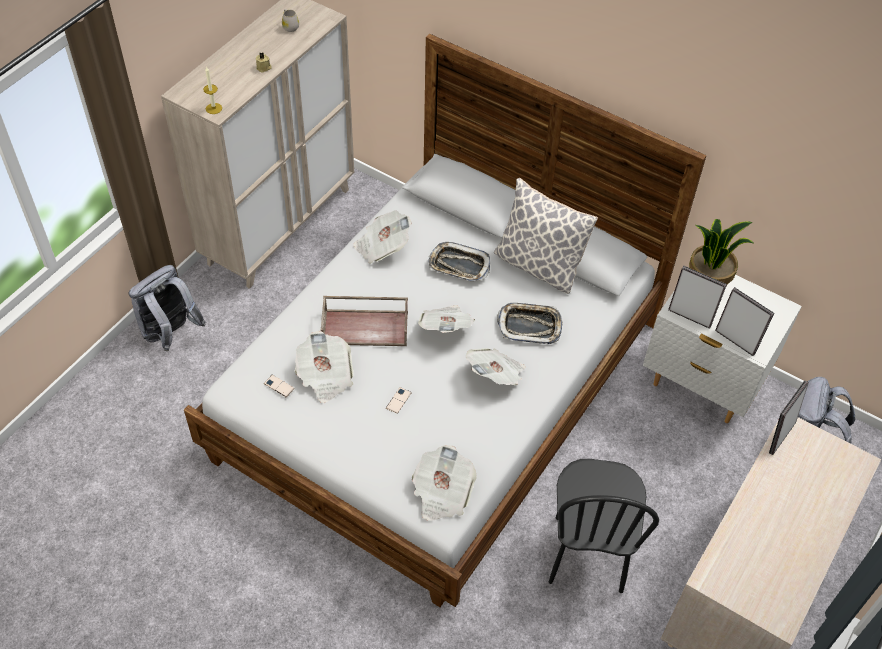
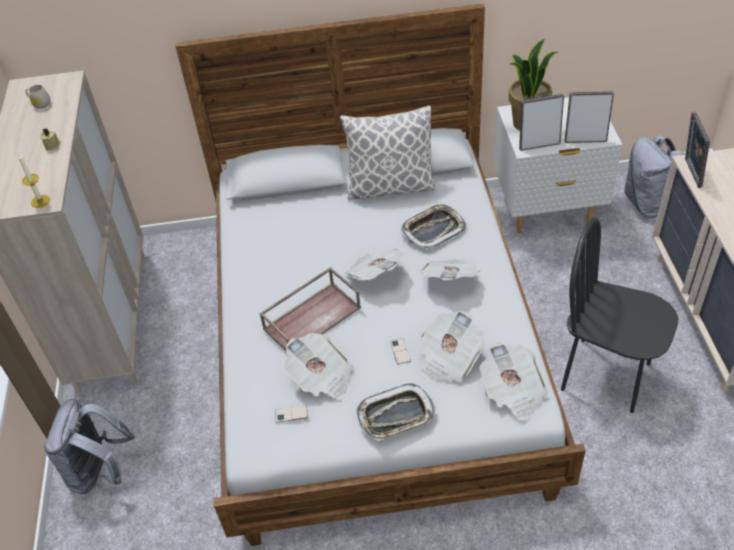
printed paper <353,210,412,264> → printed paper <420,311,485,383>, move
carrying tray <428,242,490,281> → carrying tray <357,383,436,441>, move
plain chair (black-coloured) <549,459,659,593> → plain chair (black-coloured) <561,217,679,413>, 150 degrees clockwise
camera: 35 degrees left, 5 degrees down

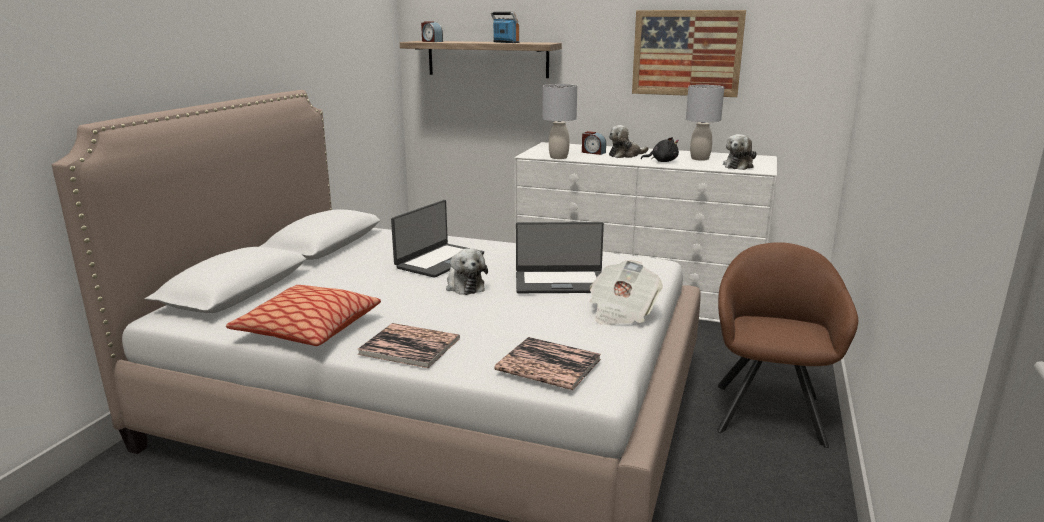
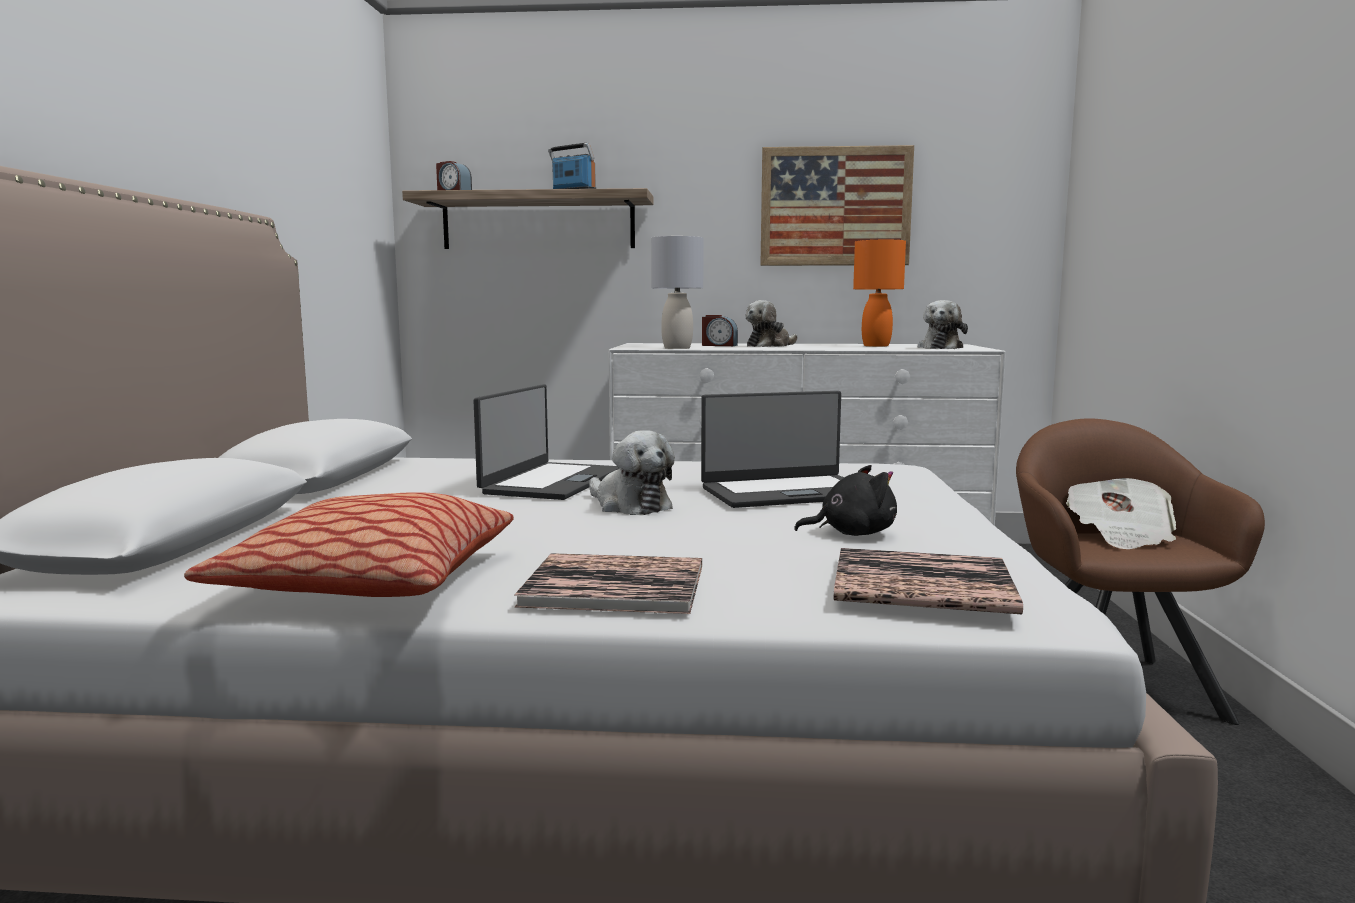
printed paper <590,260,663,325> → printed paper <1066,478,1176,549>, move
cuddly toy (black-coloured) <641,137,679,162> → cuddly toy (black-coloured) <794,465,897,536>, move
lamp for a table (gray) <686,85,724,161> → lamp for a table (orange) <853,240,906,347>
camera: 15 degrees left, 10 degrees down

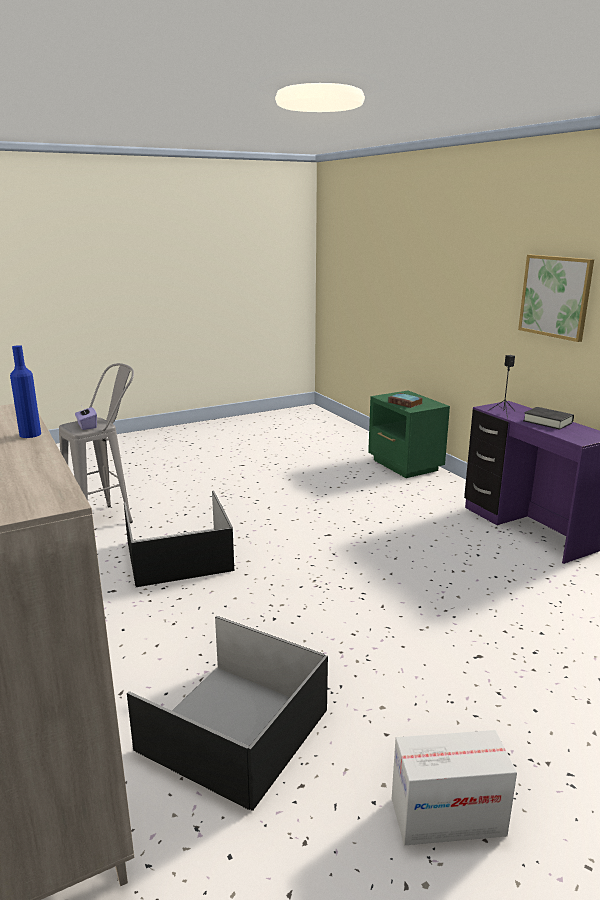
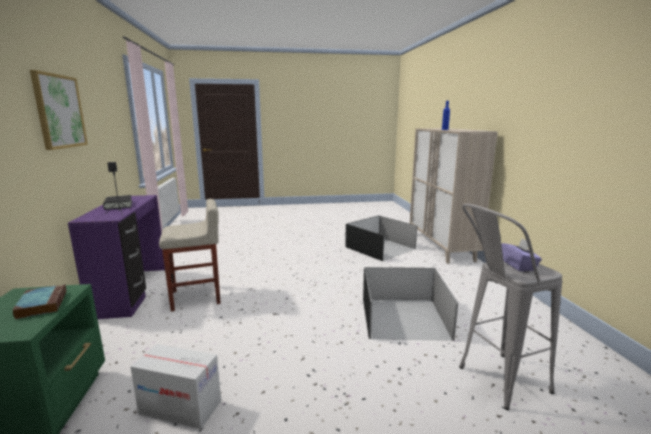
- → stool seat (sand-coloured) <159,199,221,311>
carton <392,730,517,845> → carton <130,344,221,429>, move
camera: 160 degrees left, 5 degrees down

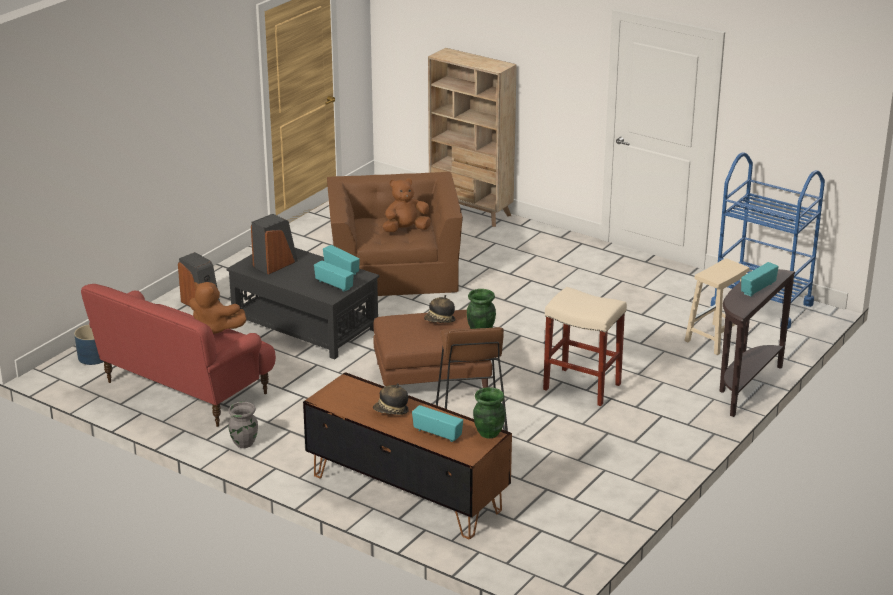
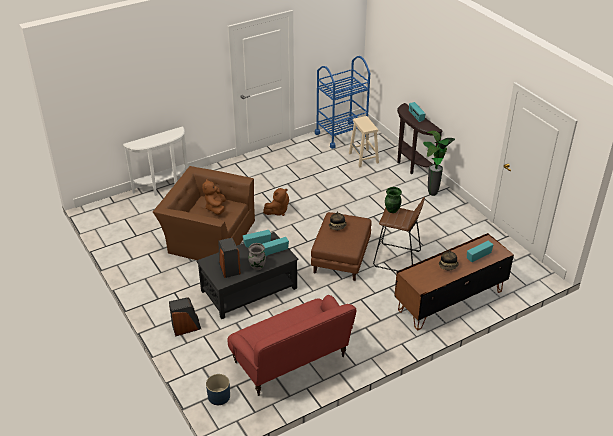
flower vase (green) <473,387,505,439> → -
stool seat (sand-coloured) <543,287,627,406> → -
- → plant in a pot <423,131,455,196>
cuddly toy (brownish) <189,282,247,334> → cuddly toy (brownish) <263,188,289,216>, move
flower vase (gray) <228,402,258,448> → flower vase (gray) <248,243,266,270>, move
shelving unit (sand-coloured) <428,48,517,227> → console table (white) <123,126,188,196>
camera: 65 degrees left, 10 degrees up

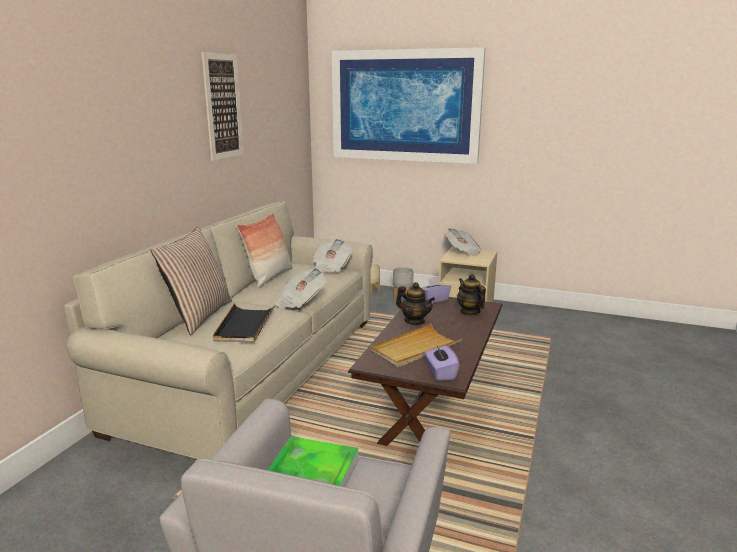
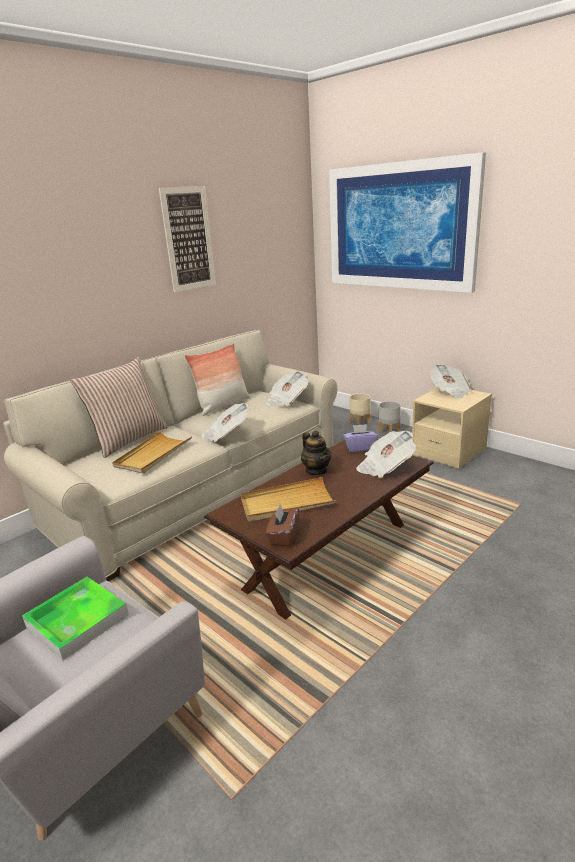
tea pot <457,274,486,315> → printed paper <356,431,416,478>
carrying tray (black-coloured) <213,303,276,342> → carrying tray (sand-coloured) <112,431,192,474>
tissue holder (purple-coloured) <425,345,459,381> → tissue holder (brownish) <266,505,299,546>
camera: 25 degrees right, 5 degrees up

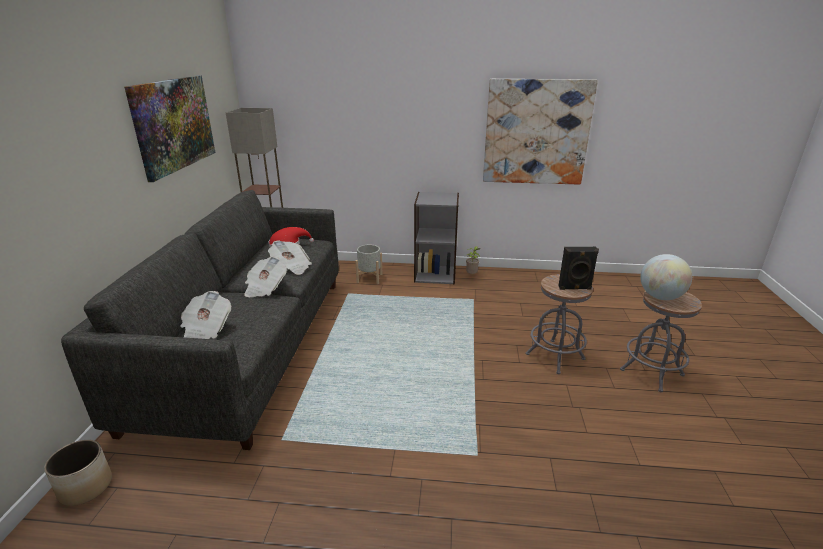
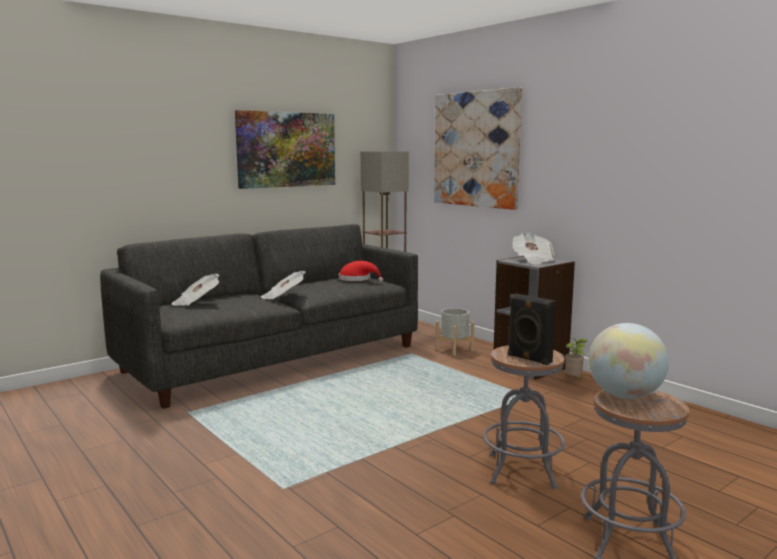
plant pot <44,440,112,506> → -
printed paper <268,240,312,275> → printed paper <512,233,554,264>, move
wall picture <483,79,598,185> → wall picture <434,87,522,210>, move
camera: 45 degrees right, 15 degrees down

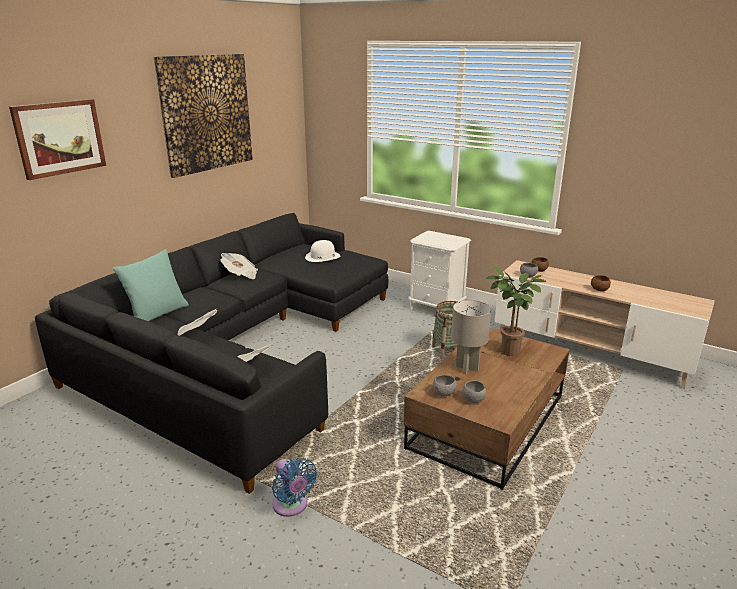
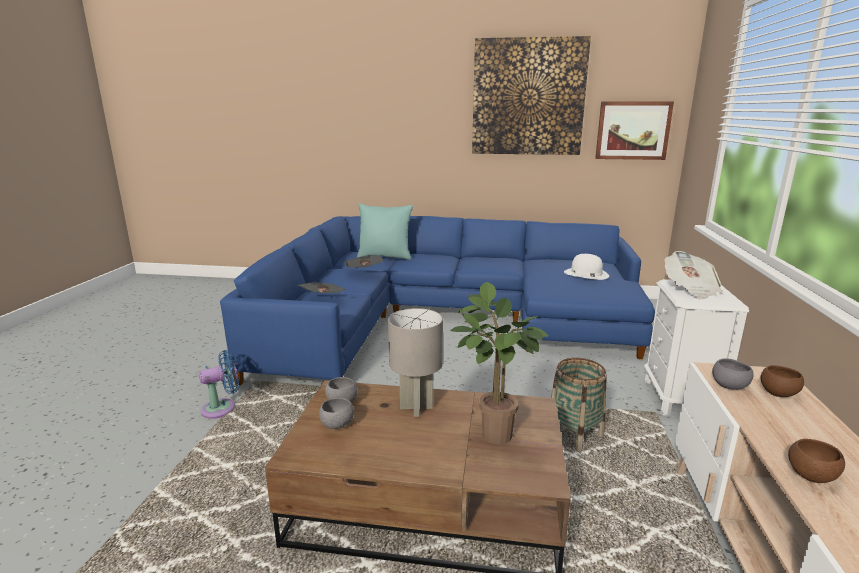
wall picture <9,99,106,180> → wall picture <595,101,674,160>, move
printed paper <220,253,258,279> → printed paper <664,251,723,299>, move
sofa (black-coloured) <35,213,388,494> → sofa (blue) <220,216,655,386>
cooling fan (blue) <272,458,317,517> → cooling fan (blue) <199,350,239,419>, 150 degrees counterclockwise
camera: 65 degrees right, 5 degrees down

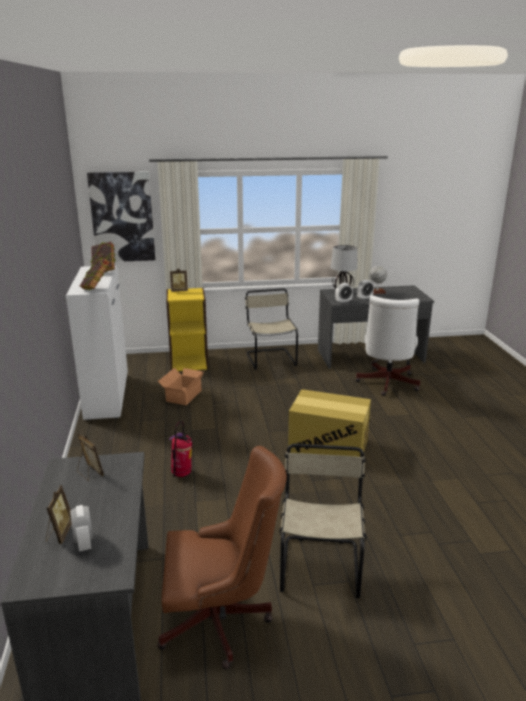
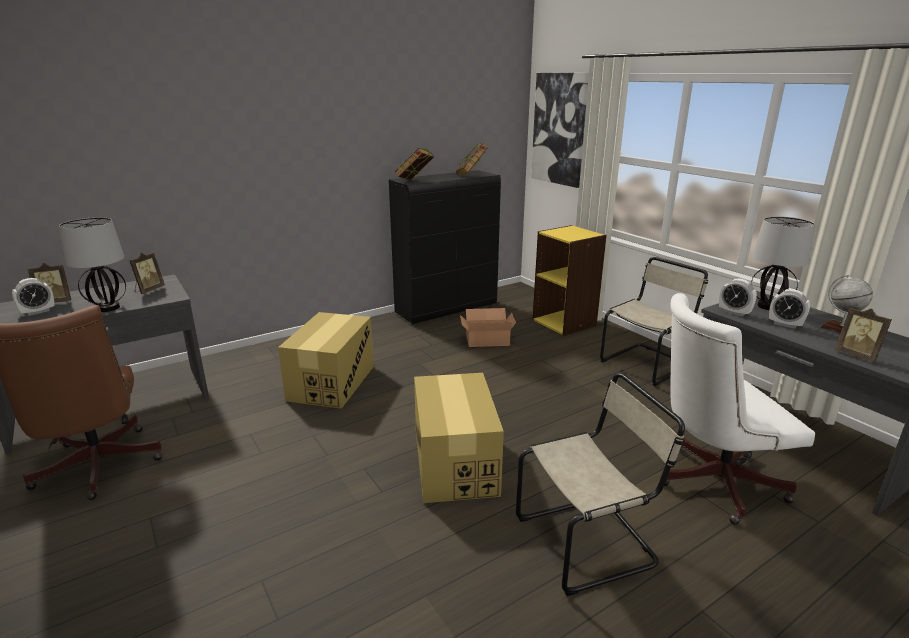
- → lamp for a table <59,217,126,312>
picture frame <170,269,188,292> → picture frame <835,308,892,362>, move
plain chair (sand-coloured) <279,444,366,598> → plain chair (sand-coloured) <516,373,685,596>, move
extinguisher <169,421,192,477> → carton <278,312,374,409>
cabinet (white) <66,266,128,420> → cabinet (black-coloured) <389,170,501,325>
camera: 65 degrees right, 0 degrees up

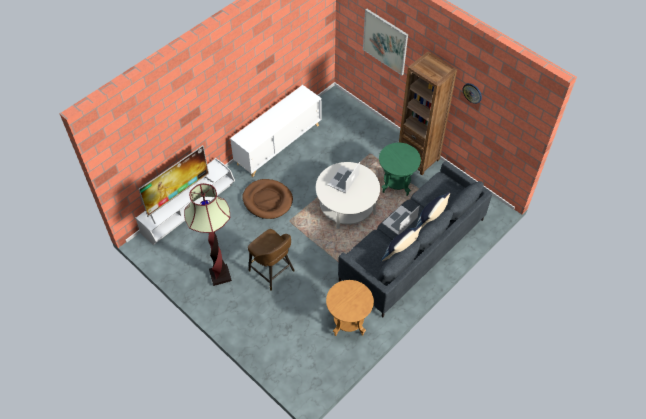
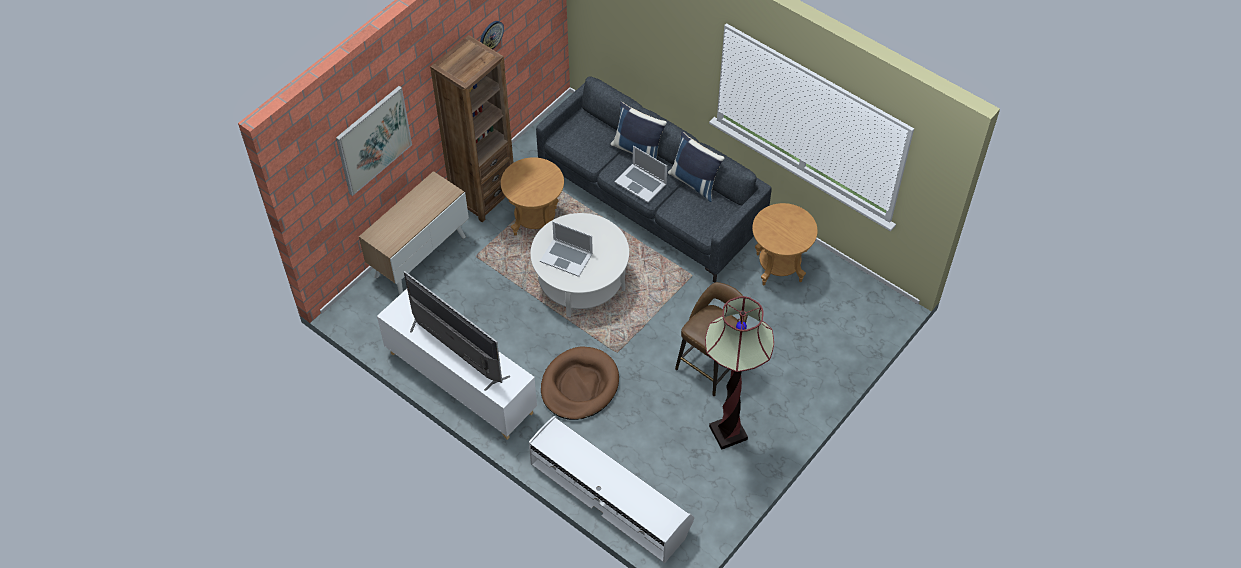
- → cabinet <359,171,469,295>
TV <139,145,213,224> → TV <404,271,511,391>, move
end table (green) <379,143,421,196> → end table (brownish) <501,157,564,235>
camera: 95 degrees left, 0 degrees up

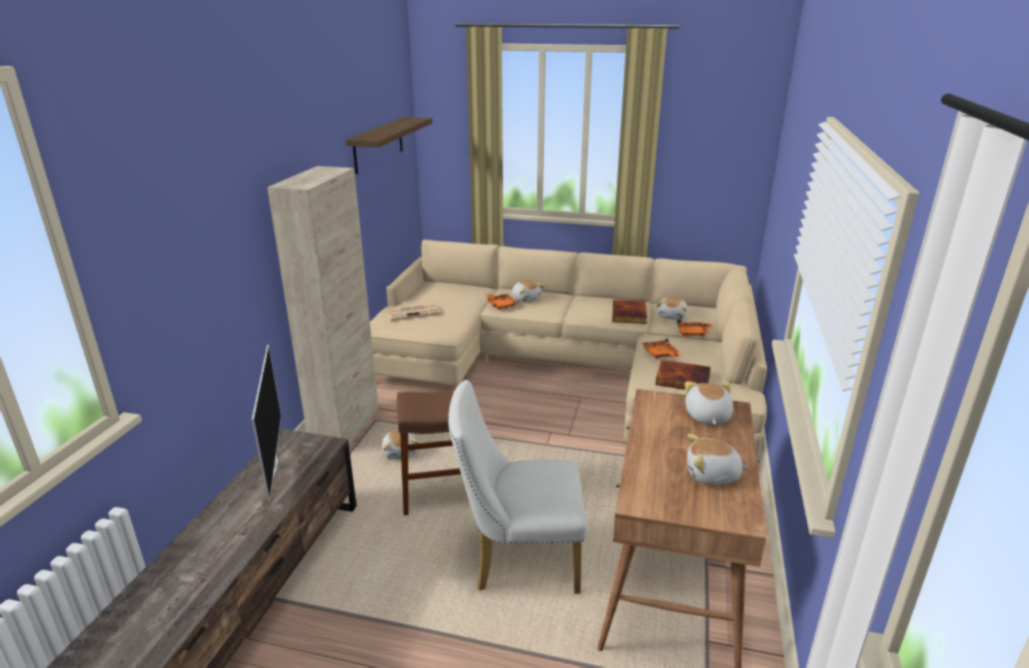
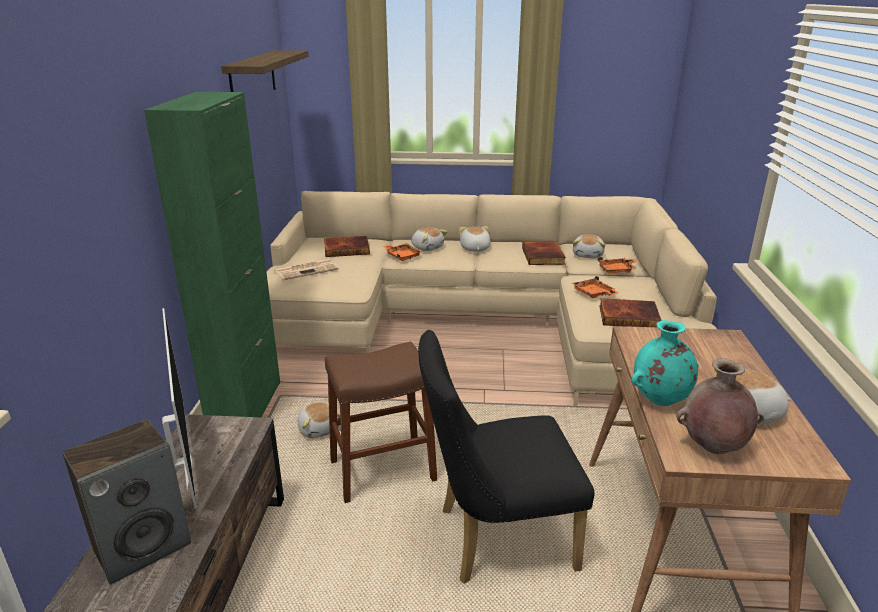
- → loudspeaker <63,419,191,585>
- → book <324,236,370,257>
- → flower vase (turquoise) <631,320,699,406>
- → flower vase (brownish) <676,358,764,454>
cuddly toy <685,381,733,425> → cuddly toy <459,226,491,252>, move
cabinet (sand-coloured) <267,166,379,445> → cabinet (green) <144,92,280,417>
plain chair (white) <448,380,587,594> → plain chair (black-coloured) <418,330,595,584>
camera: 10 degrees left, 0 degrees up

